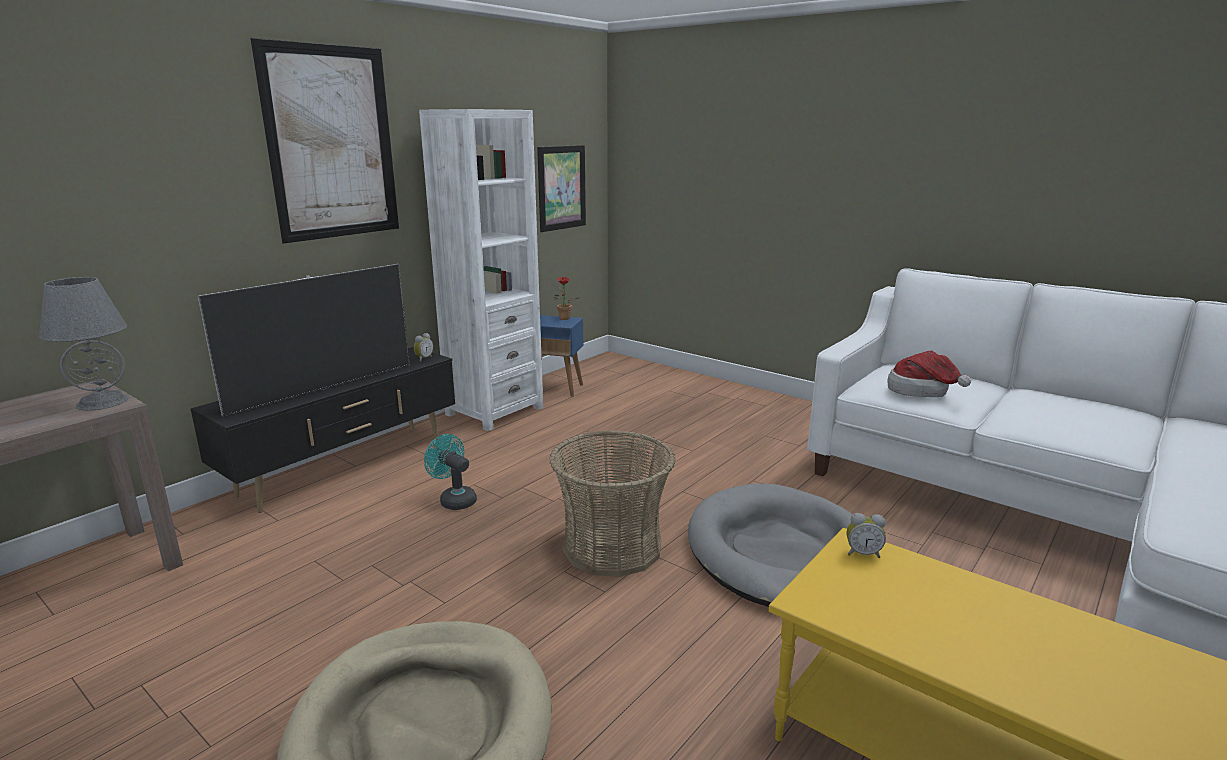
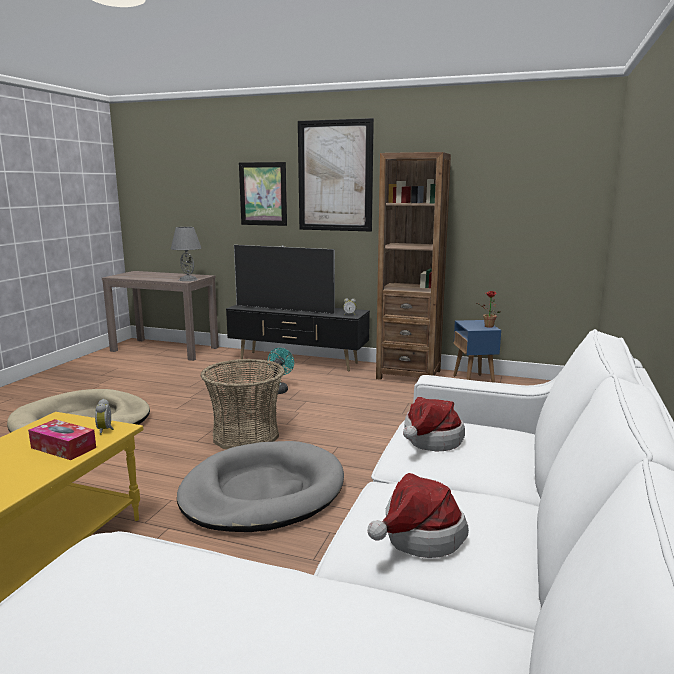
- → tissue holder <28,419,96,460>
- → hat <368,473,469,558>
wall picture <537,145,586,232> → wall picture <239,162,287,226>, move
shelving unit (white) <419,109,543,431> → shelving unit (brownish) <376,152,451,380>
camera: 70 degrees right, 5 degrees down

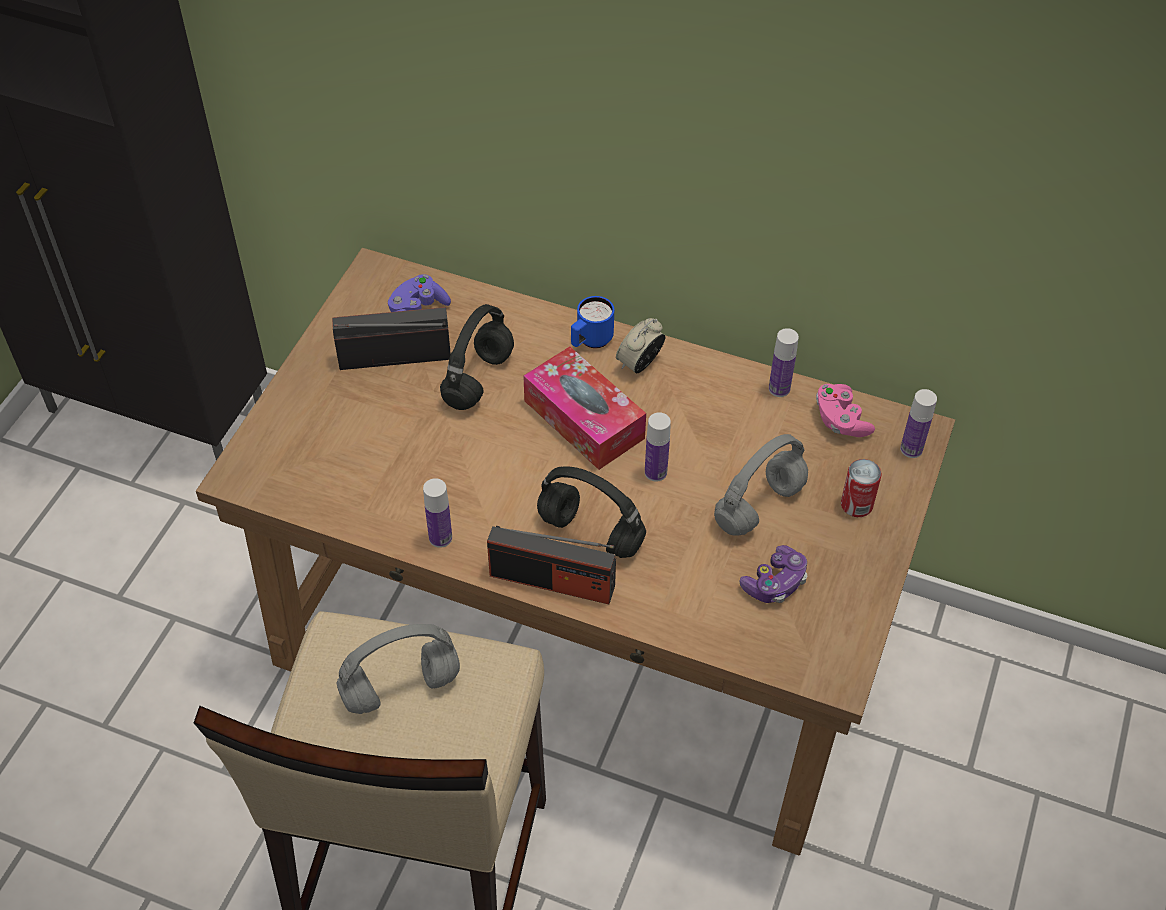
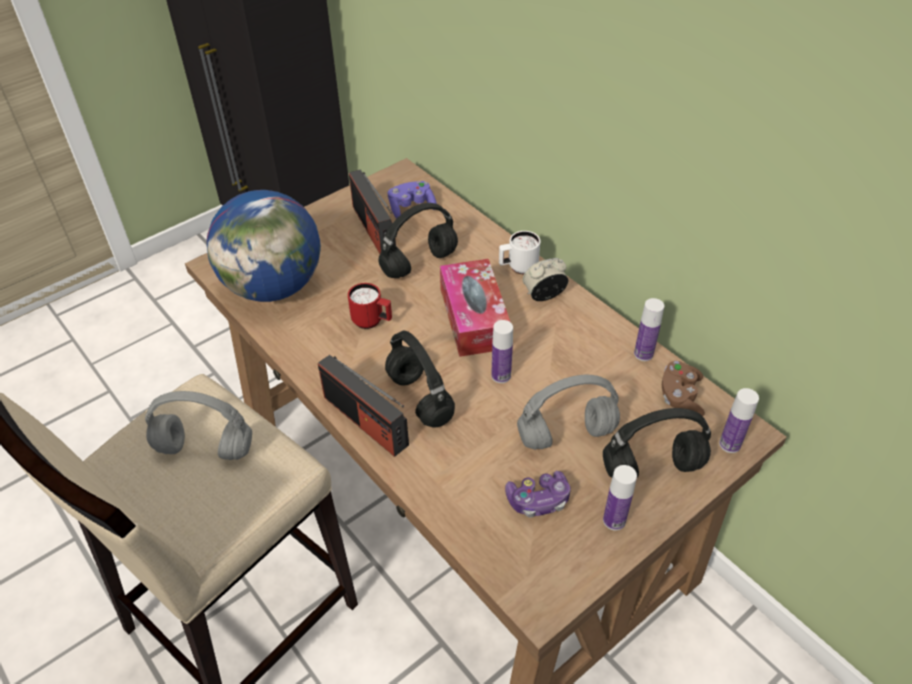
- → desk globe <207,190,321,302>
- → mug (red-coloured) <348,283,392,329>
drink bottle <423,478,452,548> → drink bottle <603,465,637,531>, move
sealed can <841,459,882,517> → headset (black-coloured) <603,408,711,478>
mug (blue) <571,296,614,348> → mug (white) <499,231,541,274>
game controller (pinkish) <816,384,875,437> → game controller (brownish) <662,361,705,416>
radio receiver <332,307,451,370> → radio receiver <349,169,396,254>, 135 degrees counterclockwise
camera: 30 degrees right, 5 degrees down

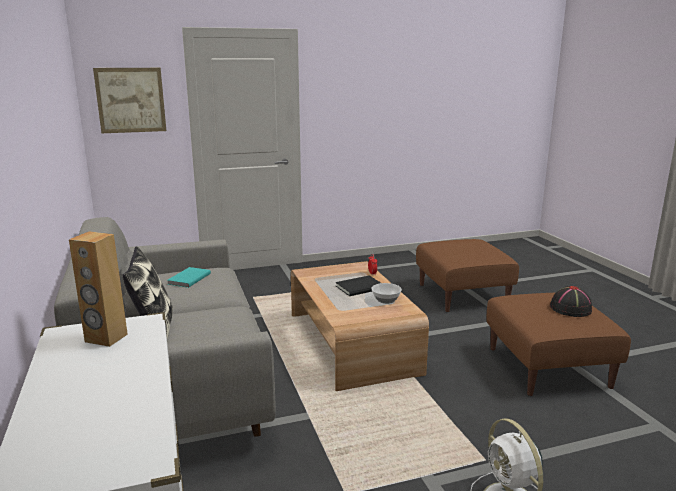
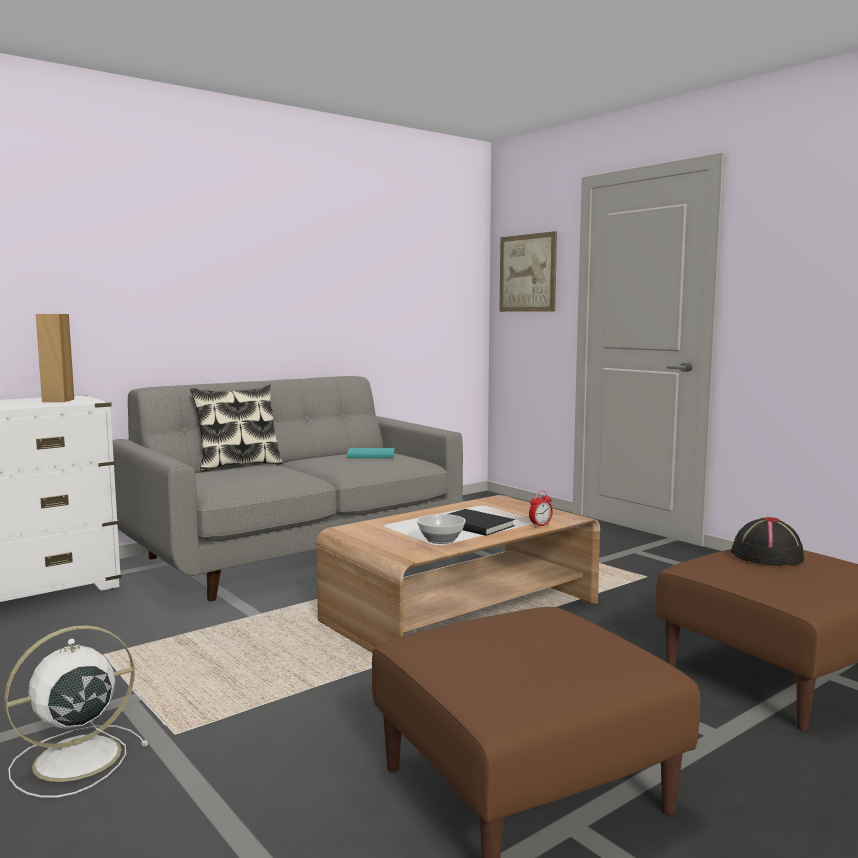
hat (black-coloured) <550,286,592,317> → hat (black-coloured) <731,517,804,565>, move
camera: 70 degrees right, 10 degrees down

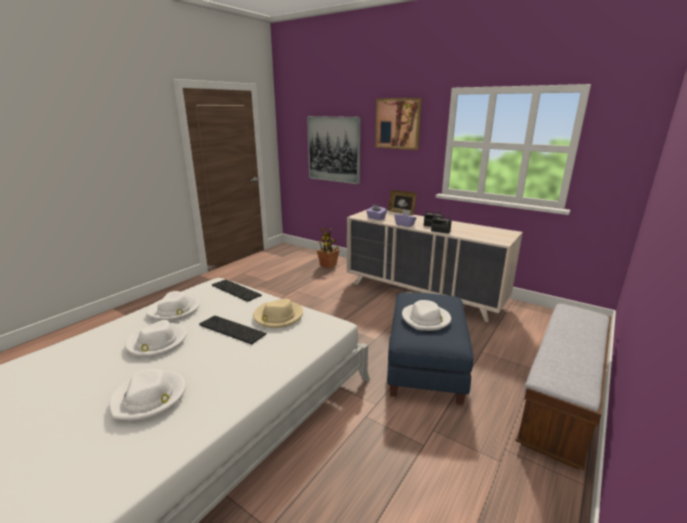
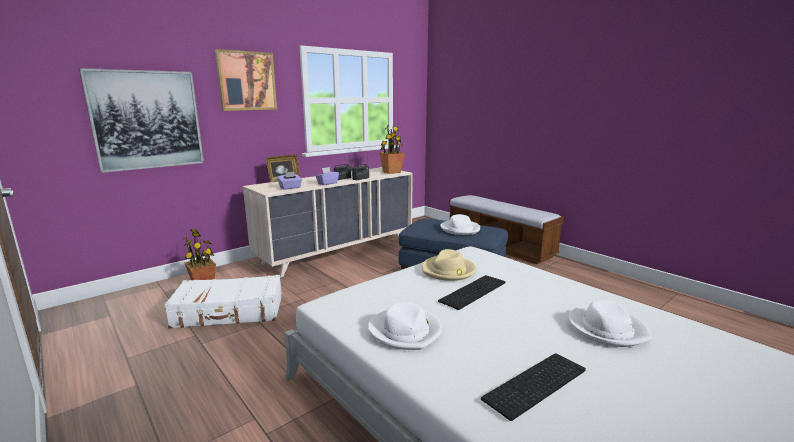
hat (white) <125,320,187,357> → -
- → piece of luggage (white) <164,275,282,328>
- → plant in a pot <379,125,405,174>
computer keyboard <212,279,262,302> → computer keyboard <481,353,586,421>, move
camera: 75 degrees left, 5 degrees down

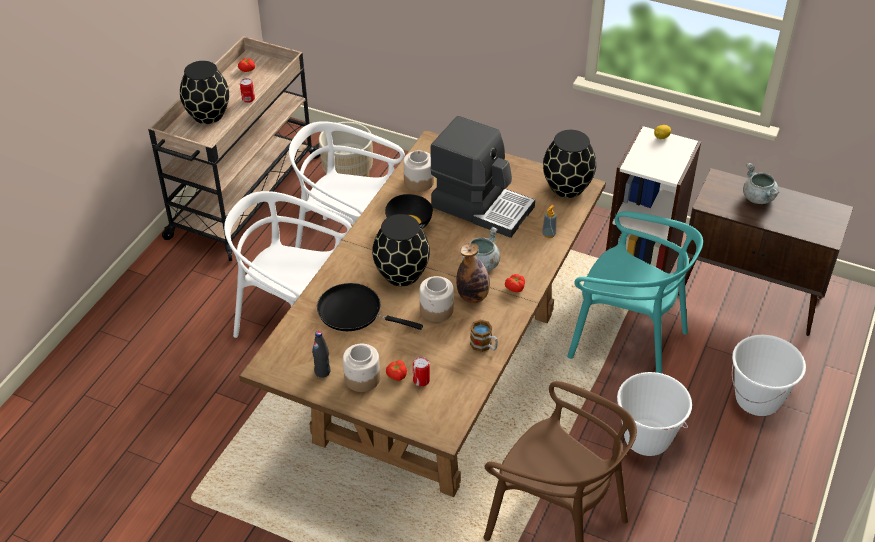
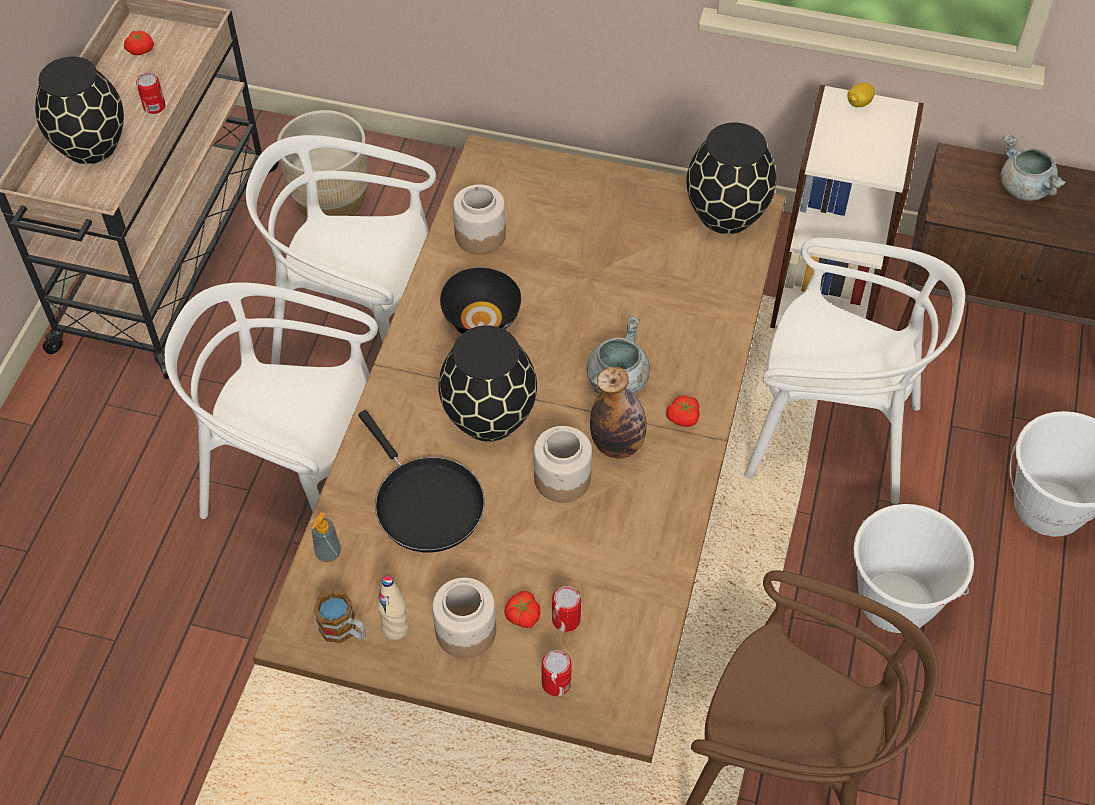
coffee maker <430,116,535,238> → -
- → sealed can <542,650,572,696>
mug <470,319,498,352> → mug <314,590,366,644>, move
liquid soap bottle <542,205,557,238> → liquid soap bottle <311,512,341,562>, move
drink bottle (black-coloured) <312,331,330,378> → drink bottle (sand-coloured) <377,576,409,640>
plain chair (turquoise) <567,211,703,373> → plain chair (white) <744,238,965,504>
pan (black-coloured) <317,283,423,331> → pan (black-coloured) <358,410,485,553>, 135 degrees counterclockwise
camera: 10 degrees left, 10 degrees up

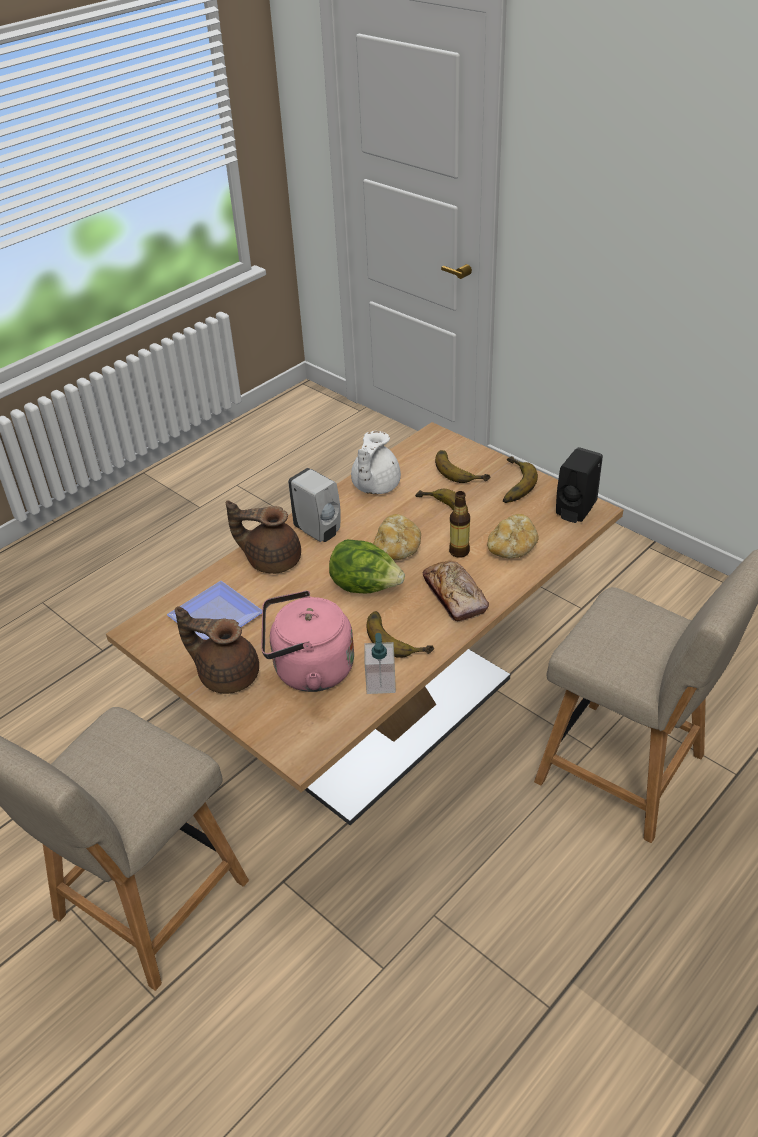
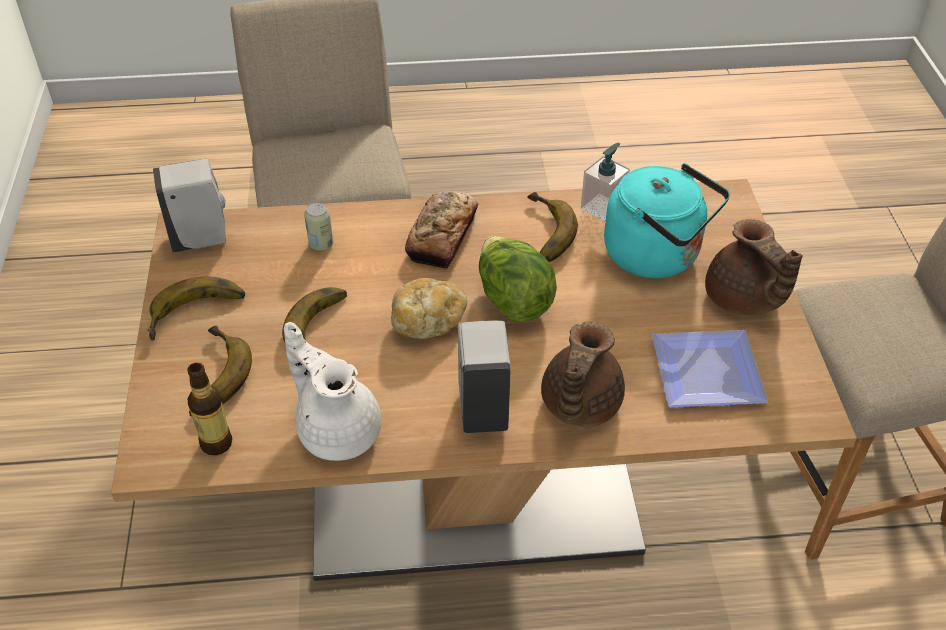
drink bottle <449,491,470,558> → drink bottle <187,363,233,455>, move
baked bread <487,514,539,558> → sealed can <304,202,333,251>
kettle (pinkish) <261,590,354,692> → kettle (turquoise) <604,163,730,278>
liquid soap bottle (black-coloured) <556,447,603,523> → liquid soap bottle (white) <153,158,226,252>
tea pot (brownish) <226,500,301,574> → tea pot (brownish) <541,321,625,427>, 60 degrees clockwise
tea pot (white) <351,431,401,494> → tea pot (white) <284,322,381,461>, 105 degrees counterclockwise
camera: 140 degrees left, 5 degrees up

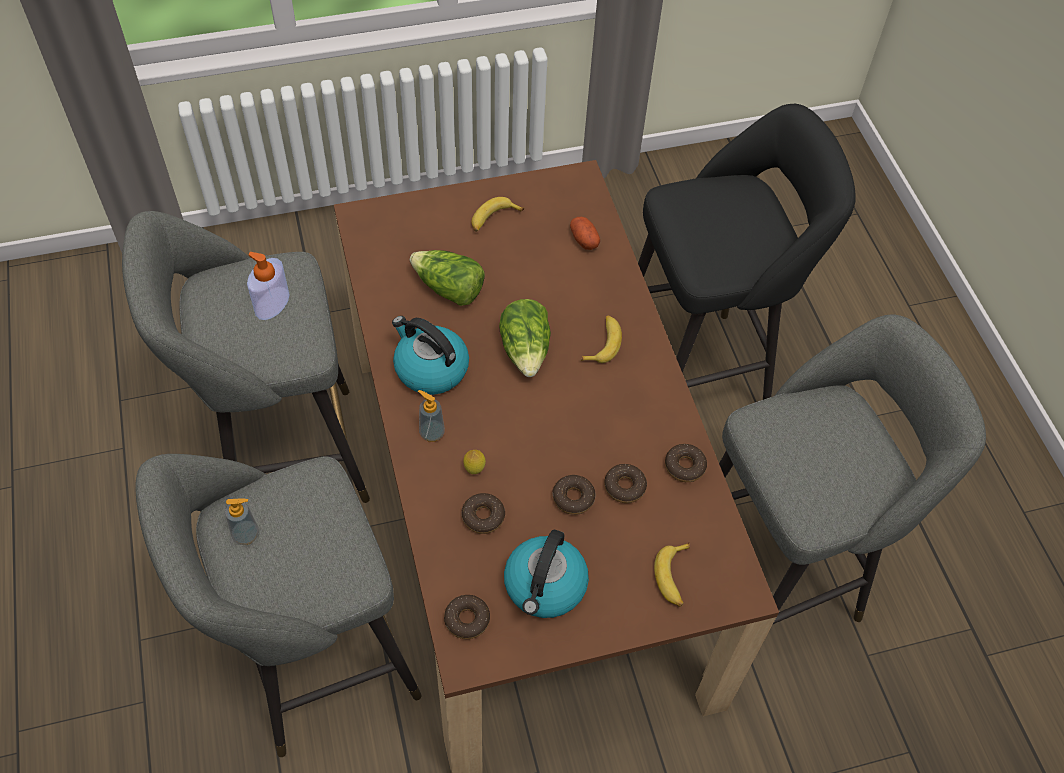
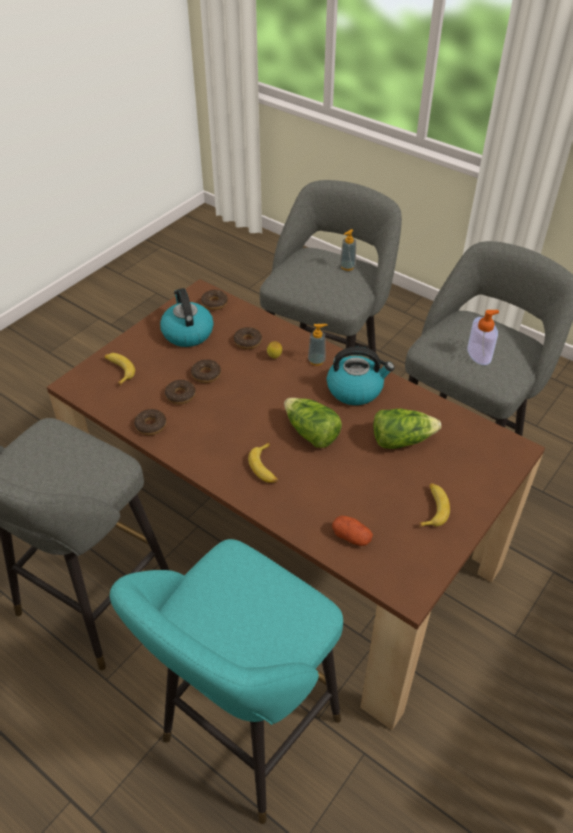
stool seat (black-coloured) <638,104,856,400> → stool seat (turquoise) <110,539,343,824>
camera: 145 degrees right, 10 degrees down

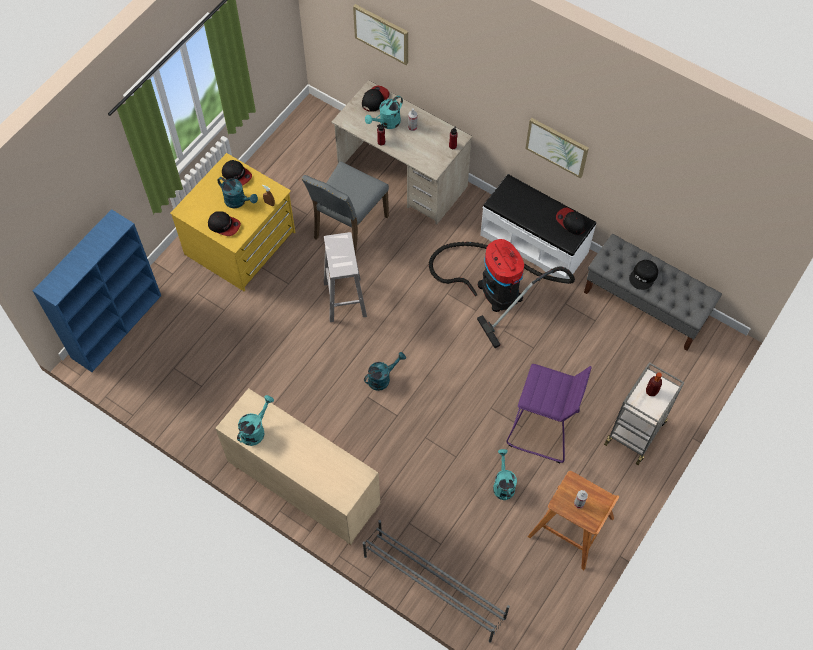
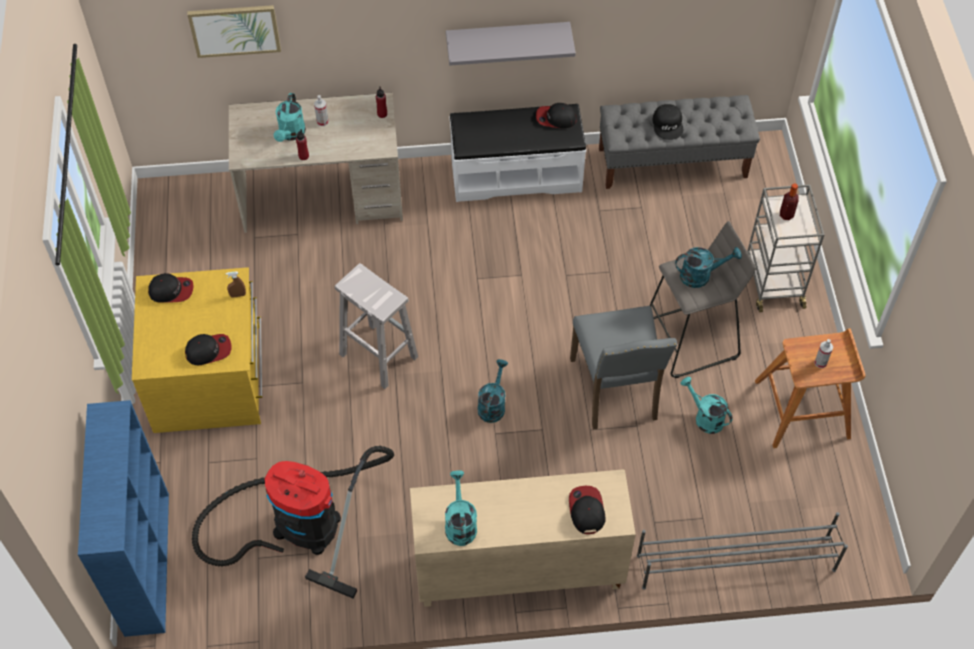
sprinkling can (turquoise) <217,177,258,208> → sprinkling can (turquoise) <675,247,742,288>, move
plain chair (gray) <301,161,389,256> → plain chair (gray) <570,306,677,430>, move
peaked cap <362,85,389,112> → peaked cap <569,486,605,534>, move
hoover <429,239,575,348> → hoover <192,446,394,598>, move
wall picture <525,118,589,178> → bracket shelf (gray) <446,22,576,65>
stool seat (purple-coloured) <506,364,591,463> → stool seat (gray) <649,221,756,378>
camera: 40 degrees left, 5 degrees down

